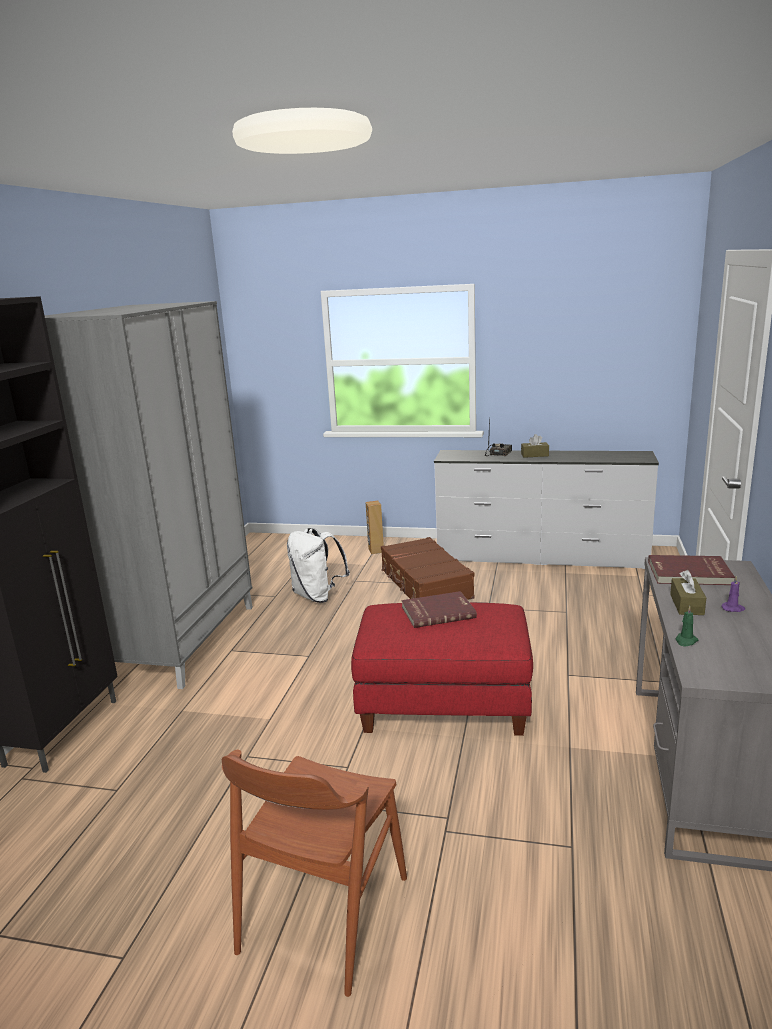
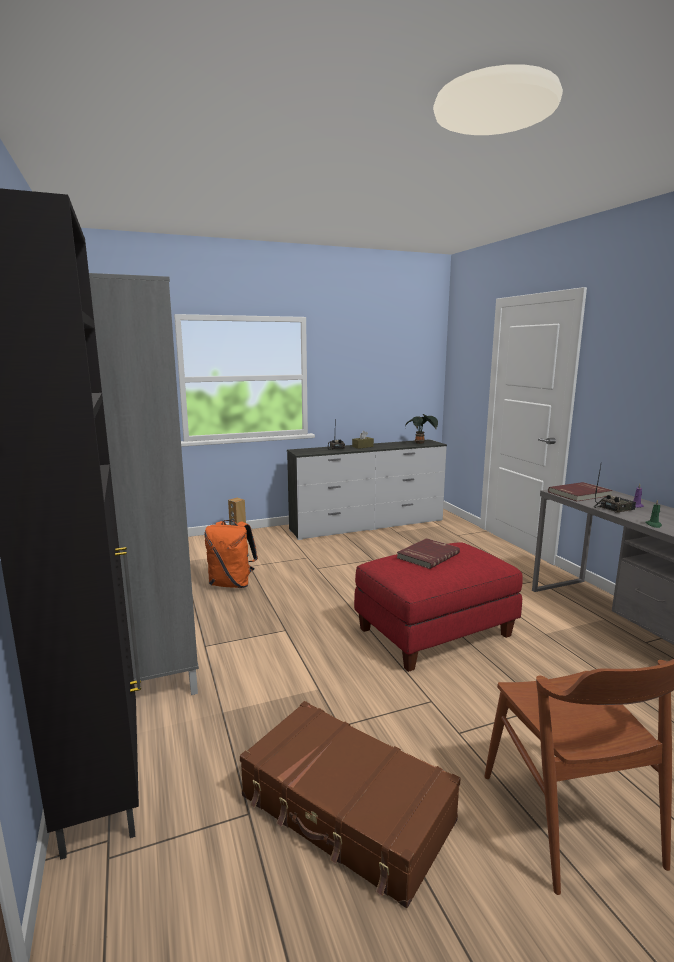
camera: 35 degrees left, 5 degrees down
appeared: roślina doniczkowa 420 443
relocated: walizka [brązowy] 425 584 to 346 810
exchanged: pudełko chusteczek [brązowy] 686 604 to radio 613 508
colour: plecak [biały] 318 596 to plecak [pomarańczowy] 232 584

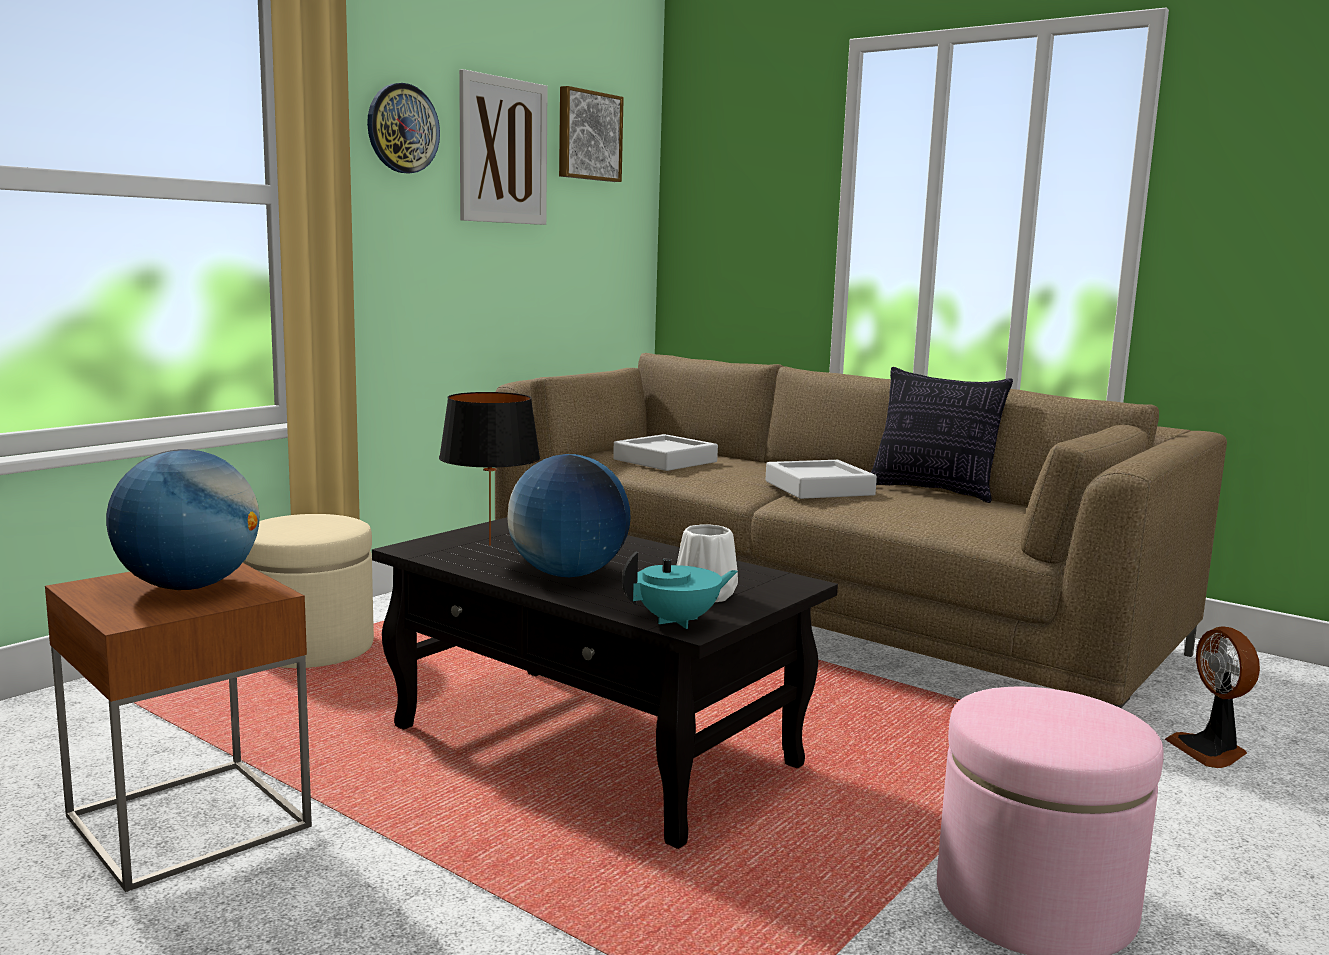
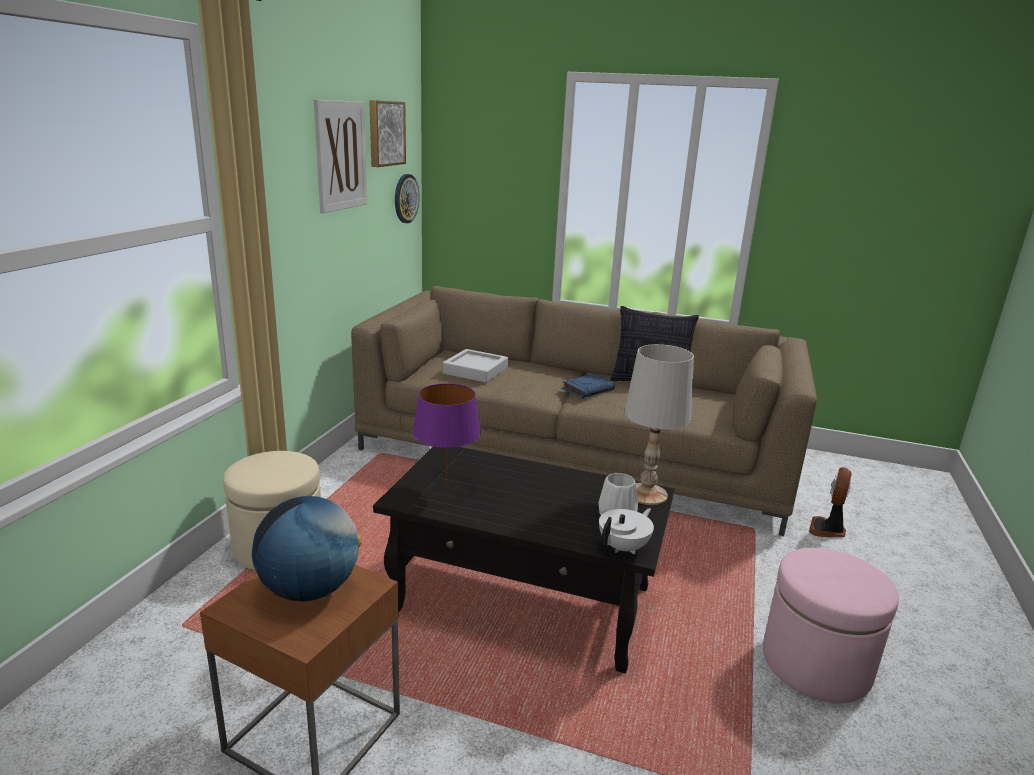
camera: 20 degrees left, 10 degrees up
missing: globus 568 574
appeared: lampa stołowa [biały] 647 494
relocated: zegar ścienny 402 128 to 405 198
exchanged: taca [szary] 819 488 to książka [niebieski] 588 389
colour: lampa stołowa [czarny] 490 545 to lampa stołowa [fioletowy] 447 486; imbryk [turkusowy] 678 621 to imbryk [biały] 624 547
spun: wentylator 1210 751 = 827 529 60 degrees clockwise

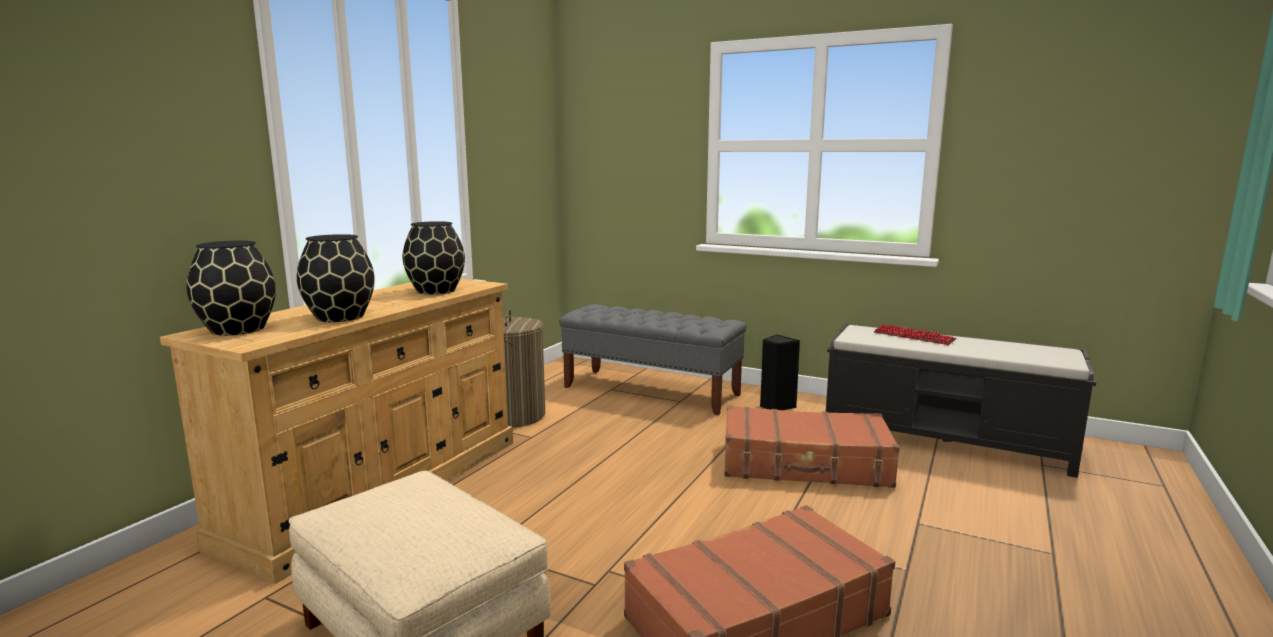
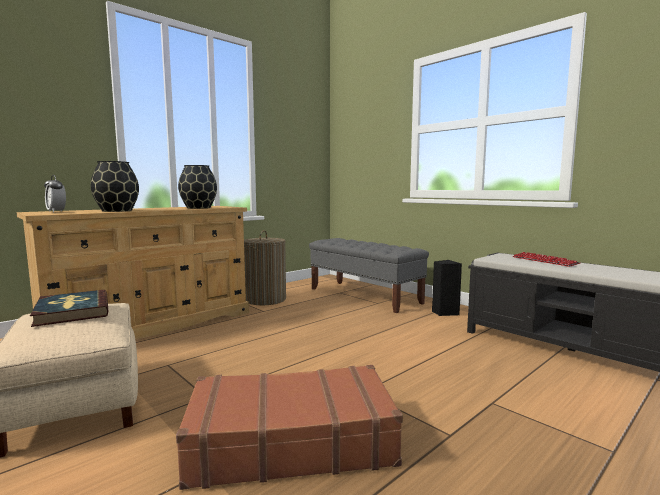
camera: 20 degrees right, 5 degrees down
missing: walizka [brązowy] 805 464
appeared: książka 72 311
exchanged: wazon [czarny] 239 329 to budzik 56 211

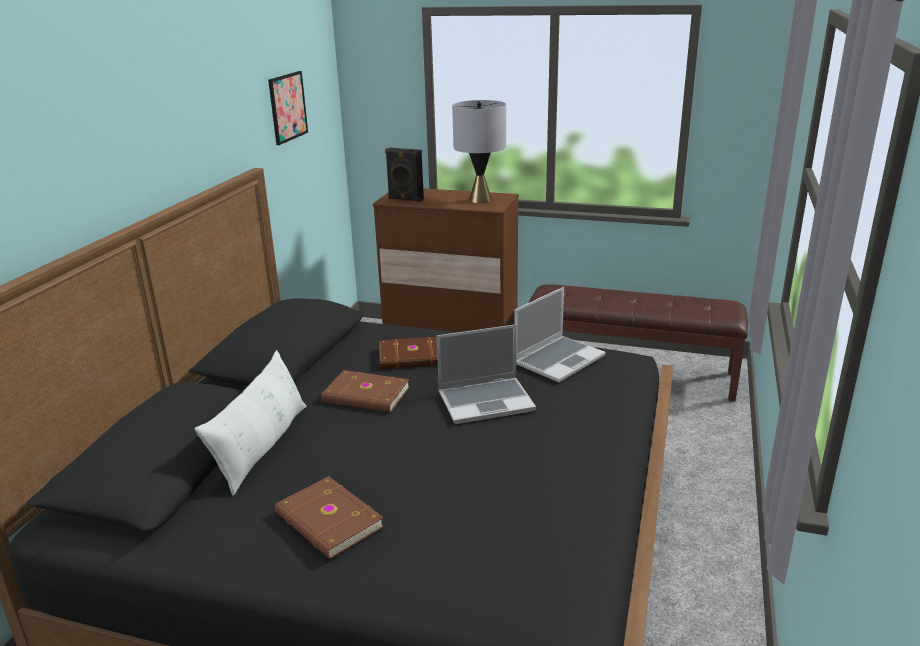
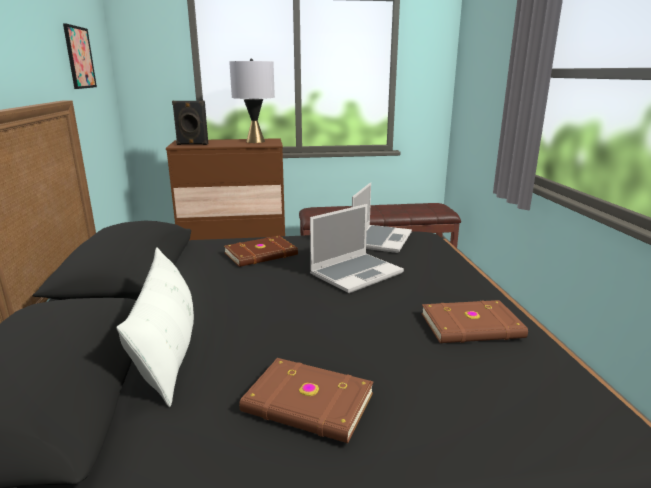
camera: 25 degrees left, 5 degrees down
relocated: książka [brązowy] 366 396 to 472 327

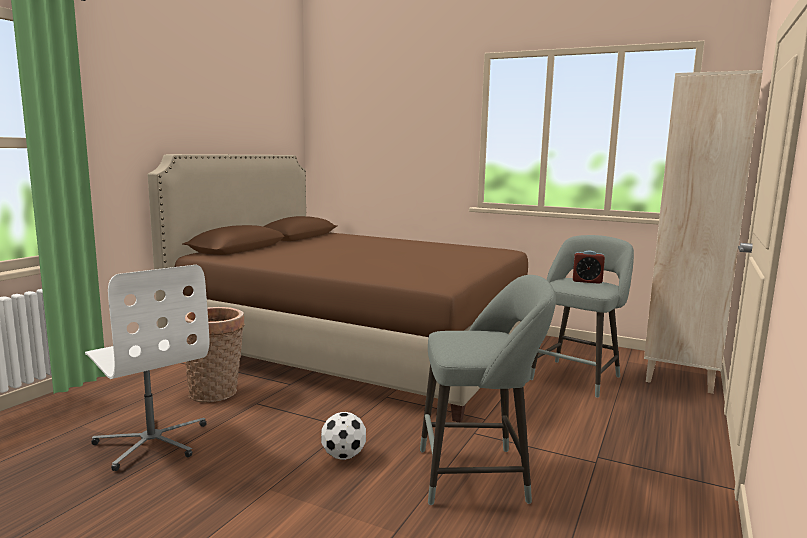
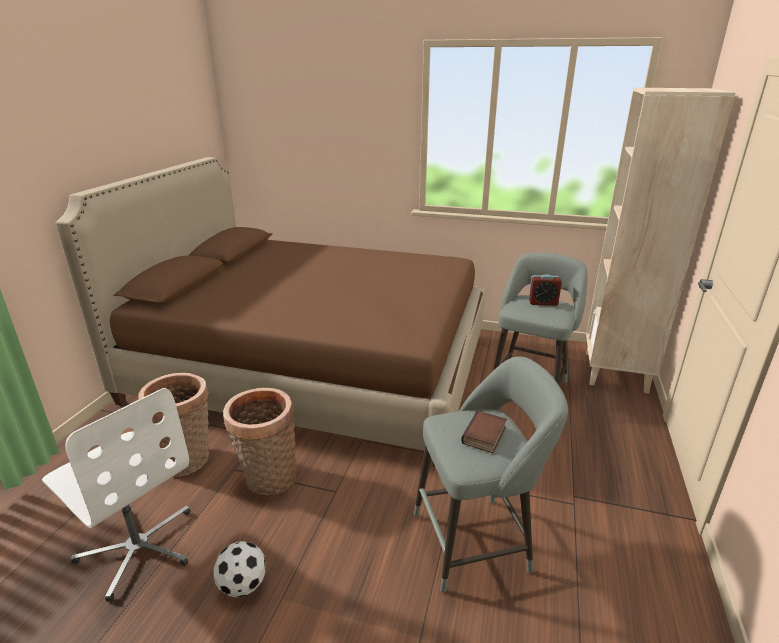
camera: 10 degrees left, 15 degrees up
appeared: koszyk 267 478; książka 485 436
relocated: piłka futbolowa 344 456 to 243 585

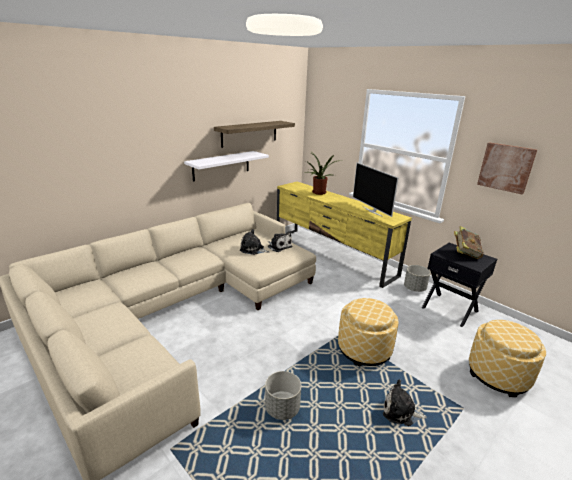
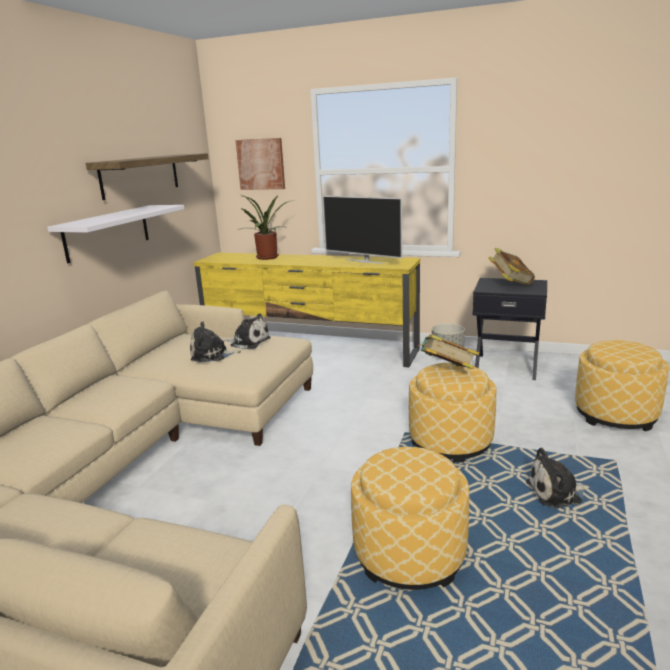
camera: 25 degrees left, 5 degrees down
appeared: książka 446 372
relocated: obraz 506 167 to 261 164
exchanged: donica [szary] 282 409 to pufa 409 554

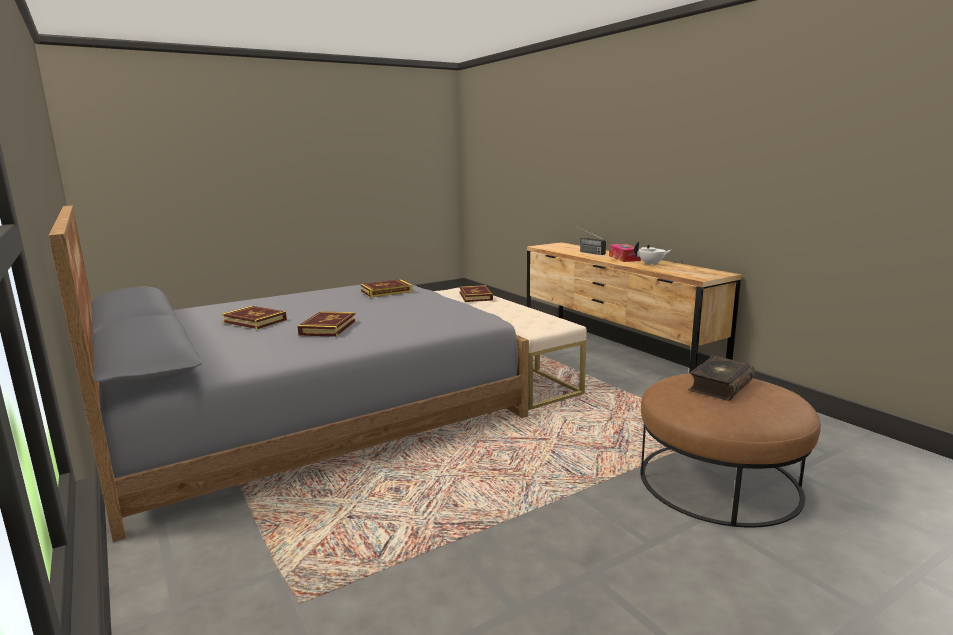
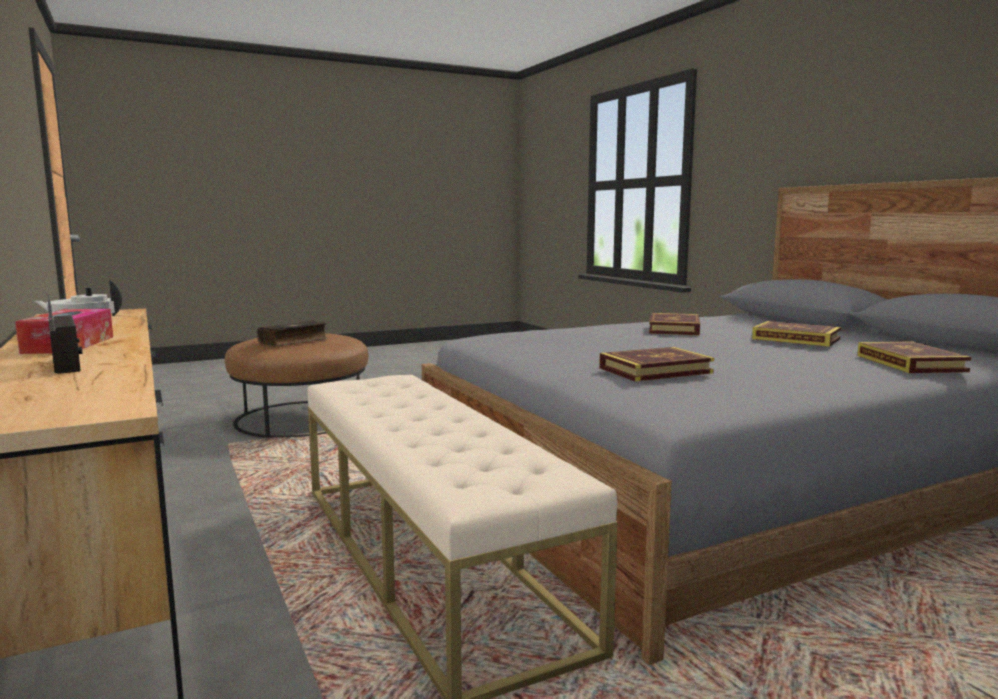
camera: 175 degrees left, 5 degrees down
relocated: książka 475 296 to 910 363

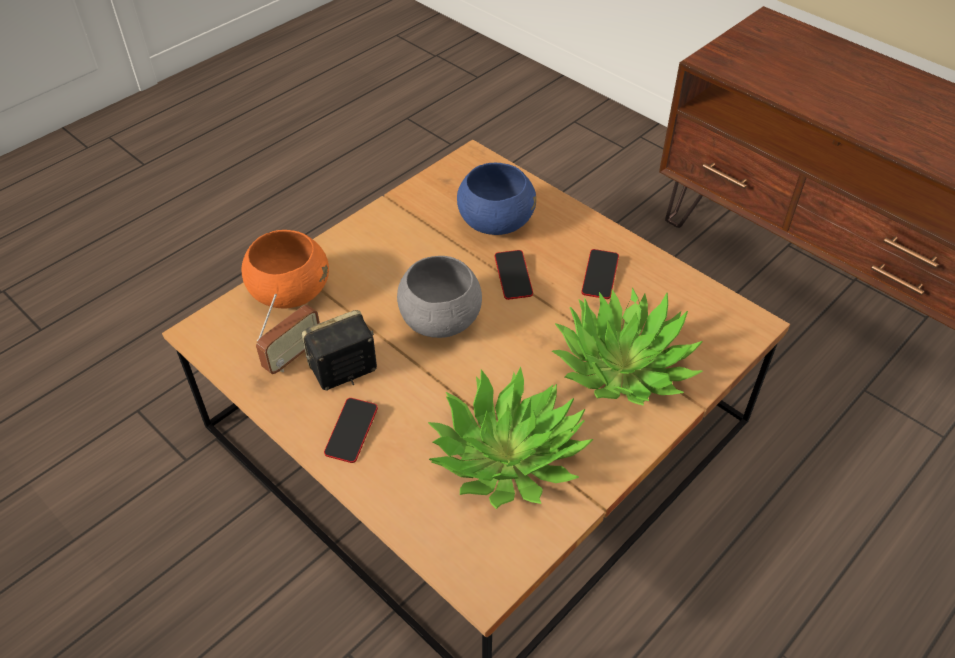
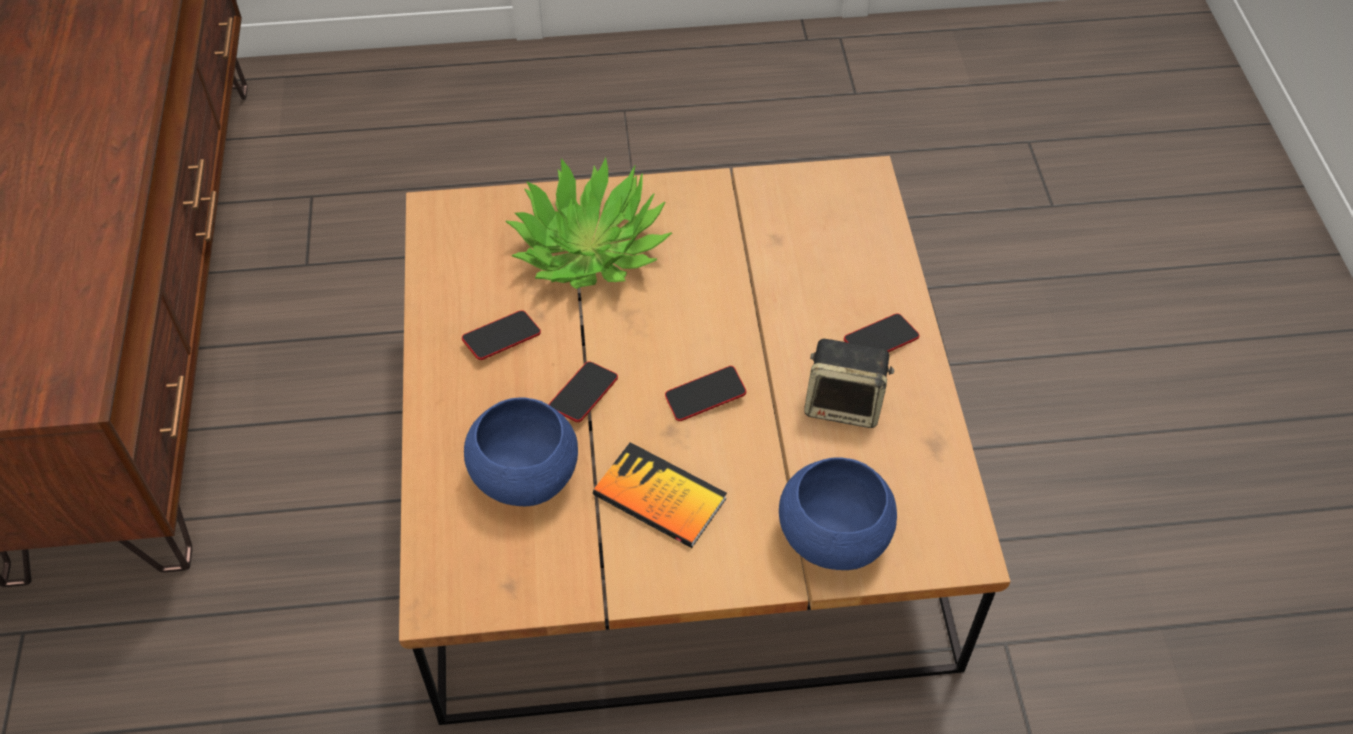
camera: 140 degrees left, 5 degrees up
missing: radio 293 356; roślina doniczkowa 507 455
appeared: książka 659 497
exchanged: miska [szary] 439 320 to telefon 705 397
colour: miska [pomarańczowy] 290 293 to miska [niebieski] 833 538

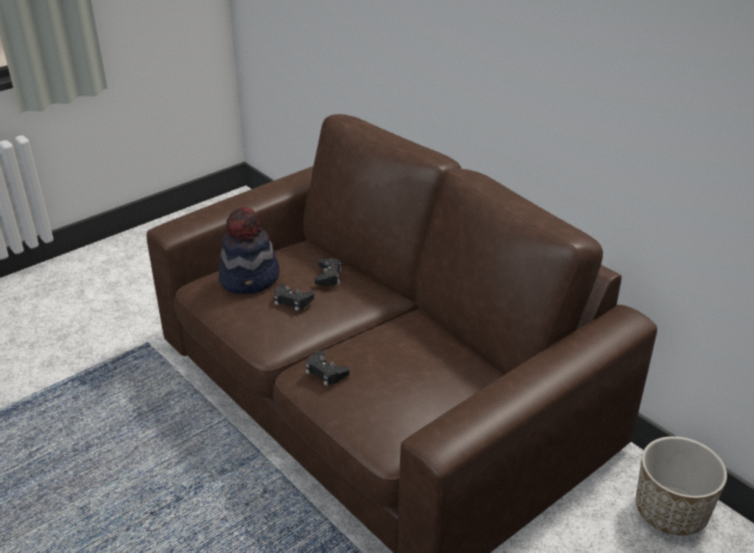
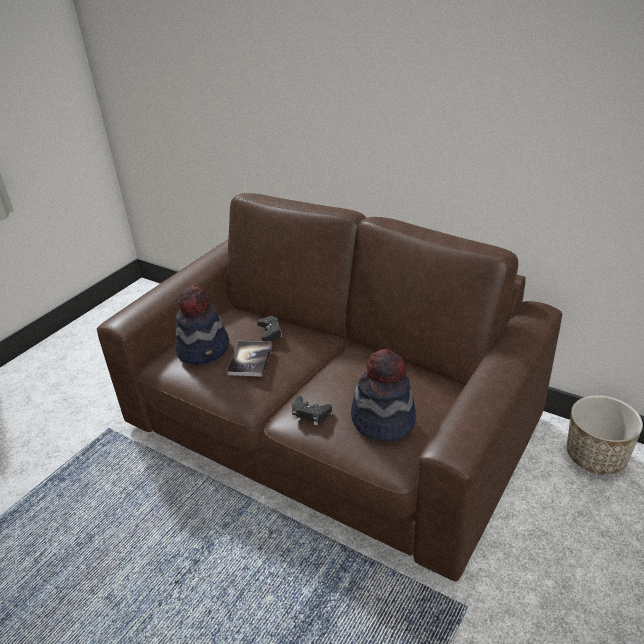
camera: 15 degrees left, 0 degrees up
appeared: kapelusz 383 420
exchanged: pad do gier [czarny] 292 300 to książka 250 359

